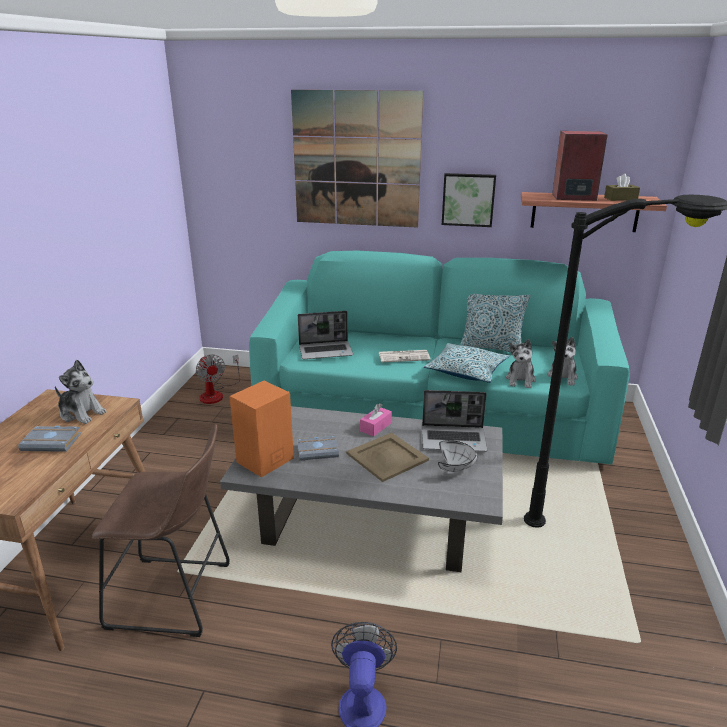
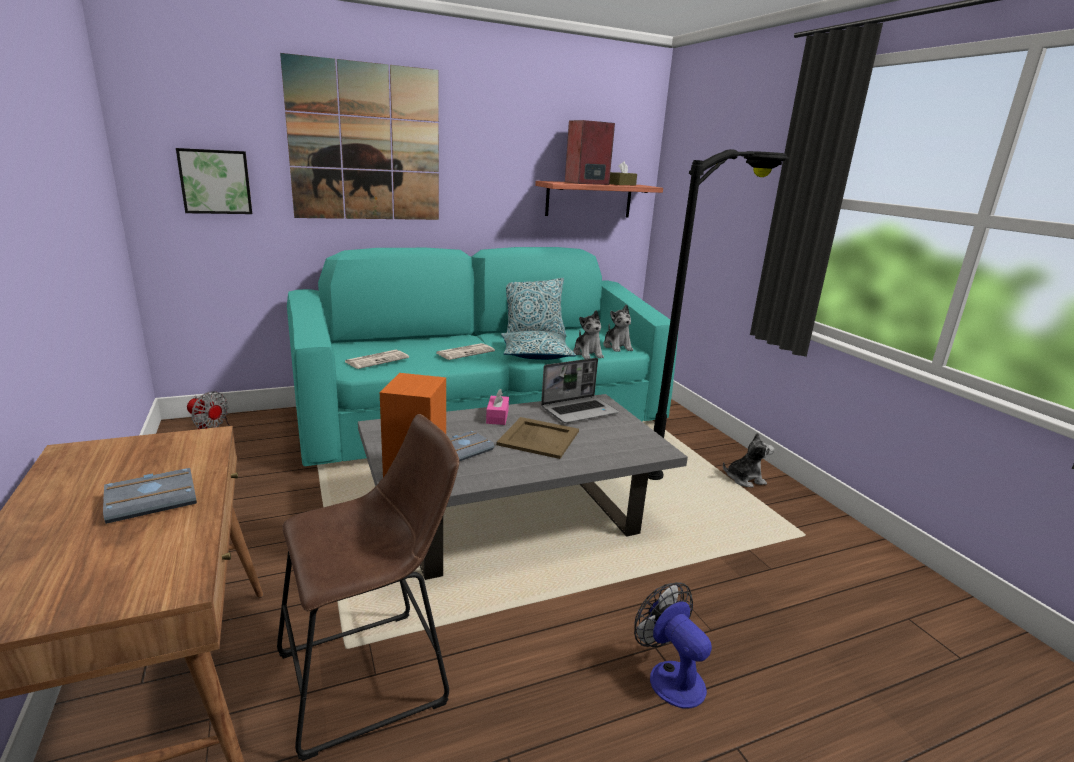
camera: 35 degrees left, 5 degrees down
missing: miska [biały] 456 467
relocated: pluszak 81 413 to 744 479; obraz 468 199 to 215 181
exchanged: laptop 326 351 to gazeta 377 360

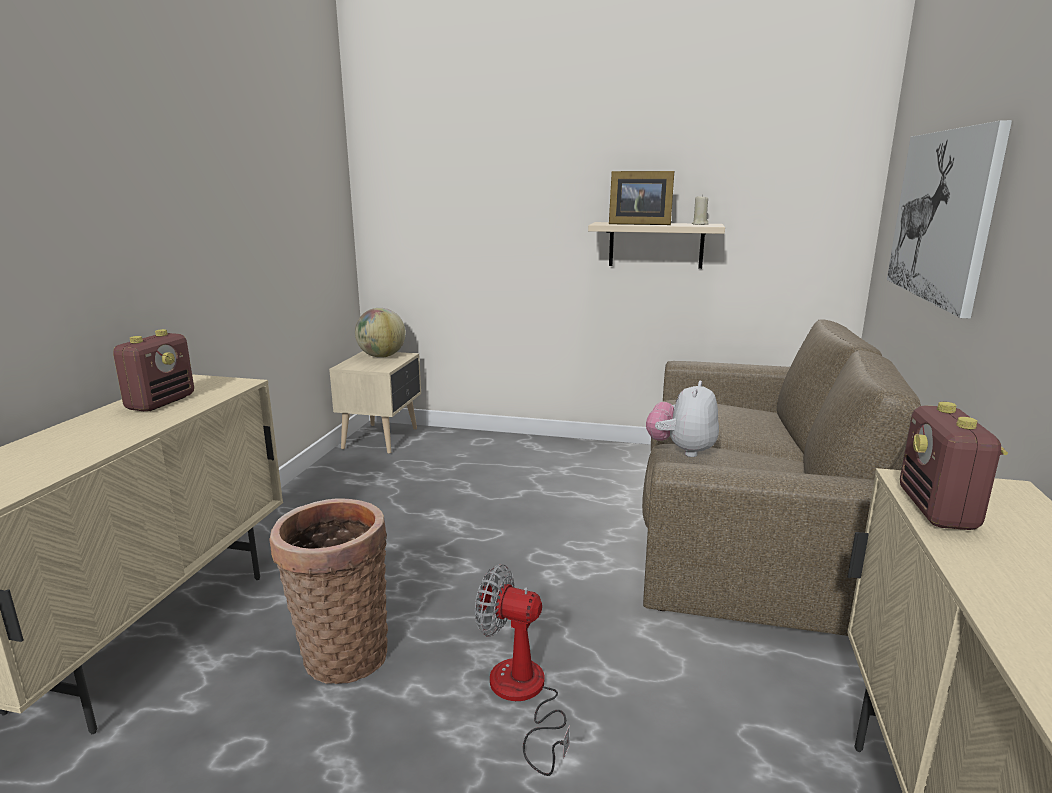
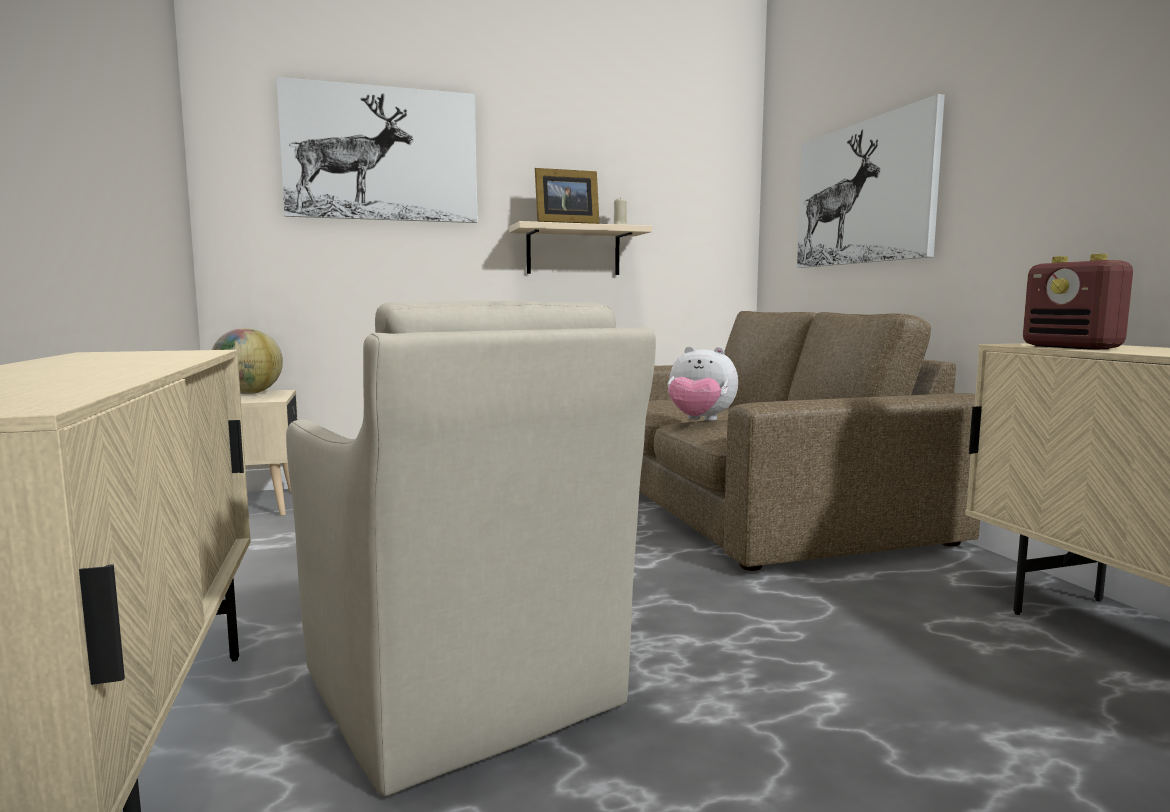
camera: 30 degrees left, 10 degrees down
missing: radio 161 402; wentylator 523 696
appeared: obraz 381 154
exchanged: koszyk 341 653 to fotel [beżowy] 463 693
spun: pluszak 682 450 = 699 421 60 degrees counterclockwise

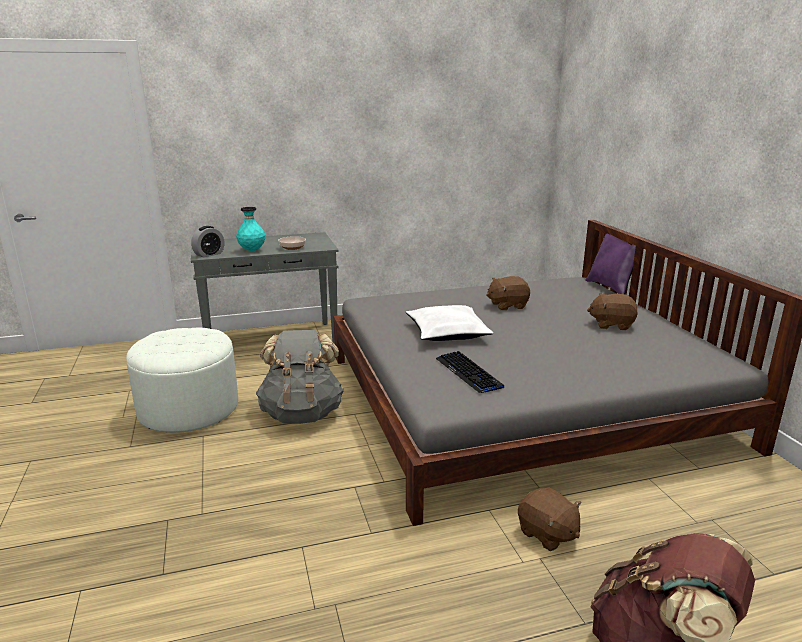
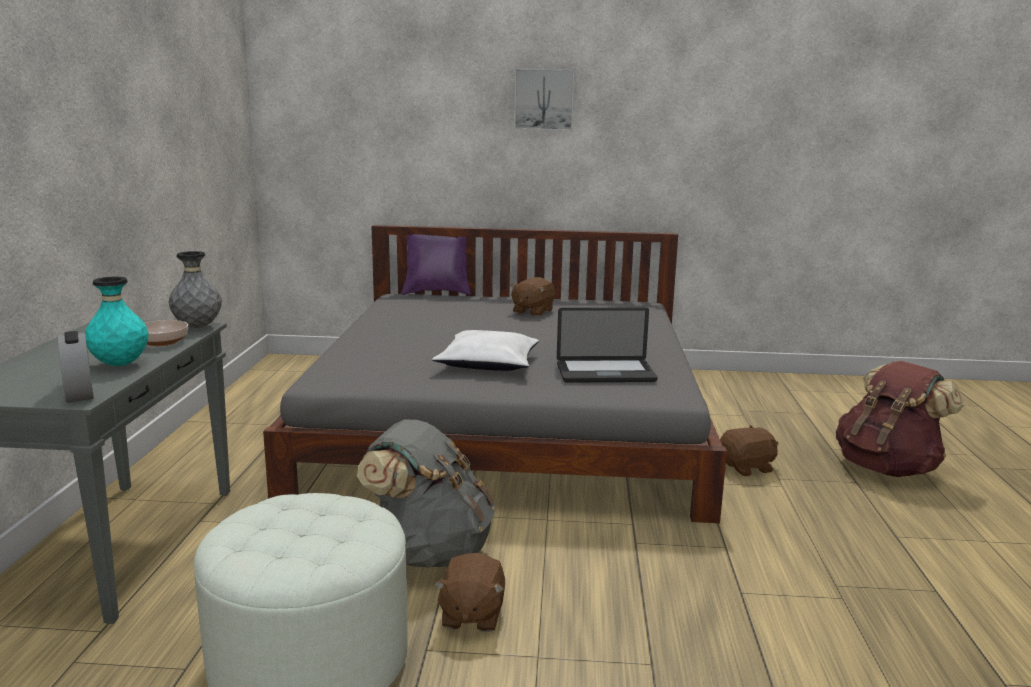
camera: 70 degrees left, 5 degrees down
appeared: wazon [szary] 198 327; obraz 544 99
relocated: pluszak [brązowy] 507 305 to 471 615
exchanged: klawiatura 468 373 to laptop 605 373

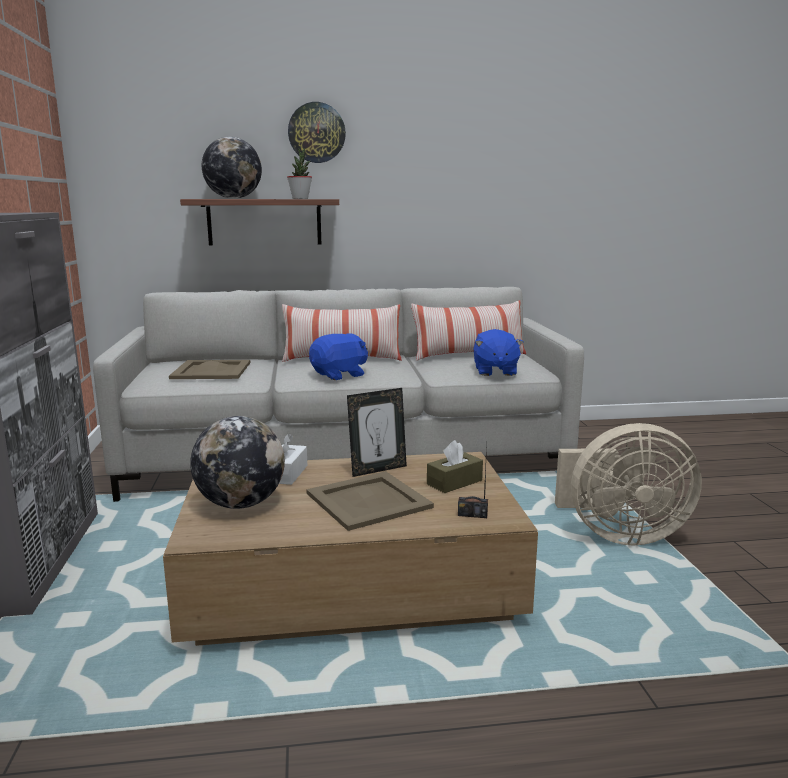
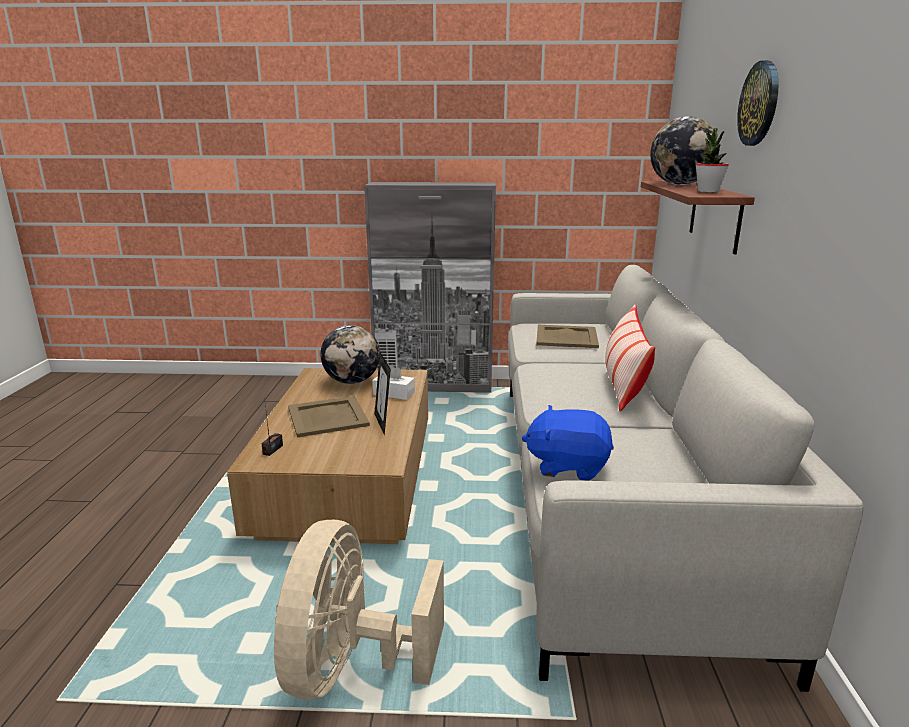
camera: 100 degrees right, 5 degrees up
missing: pluszak [niebieski] 340 375; poduszka 468 355; pudełko chusteczek [brązowy] 454 482

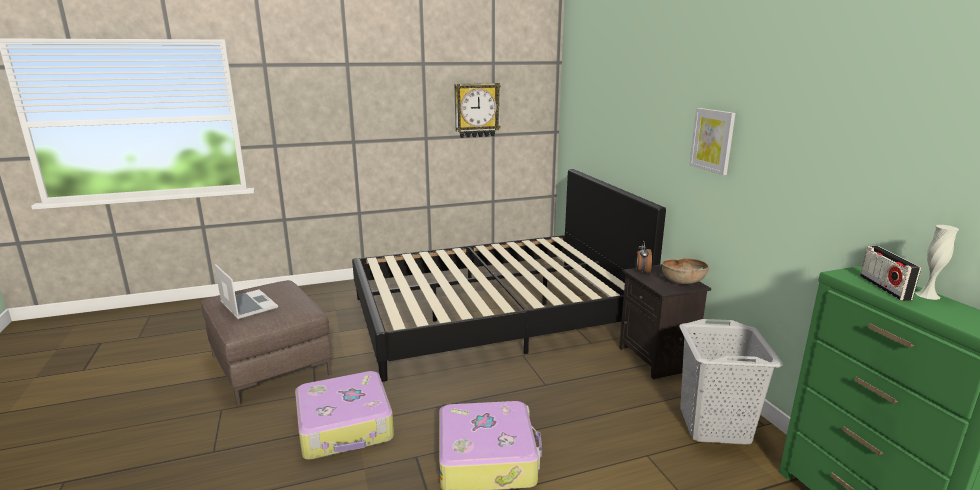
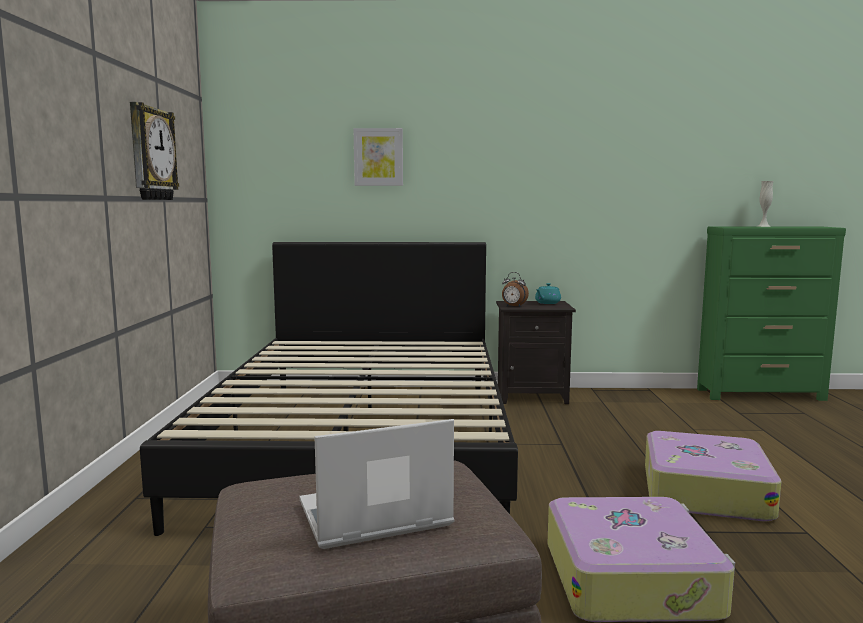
camera: 70 degrees left, 10 degrees down
missing: kosz na pranie [szary] 714 426; radio 884 288
relocated: obraz 712 140 to 378 157
exchanged: miska [brązowy] 683 282 to imbryk [turkusowy] 547 303

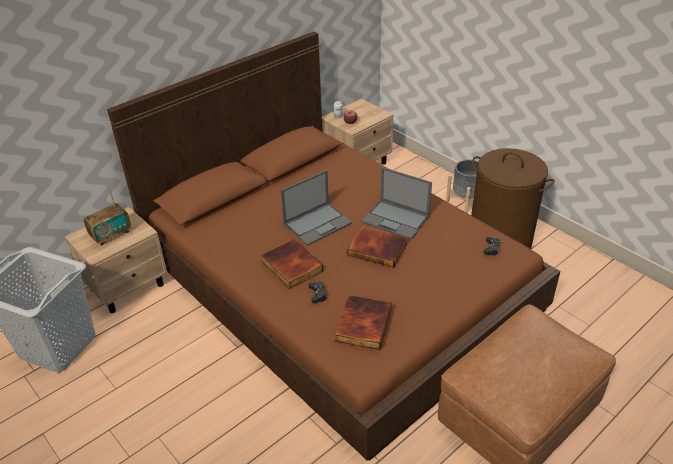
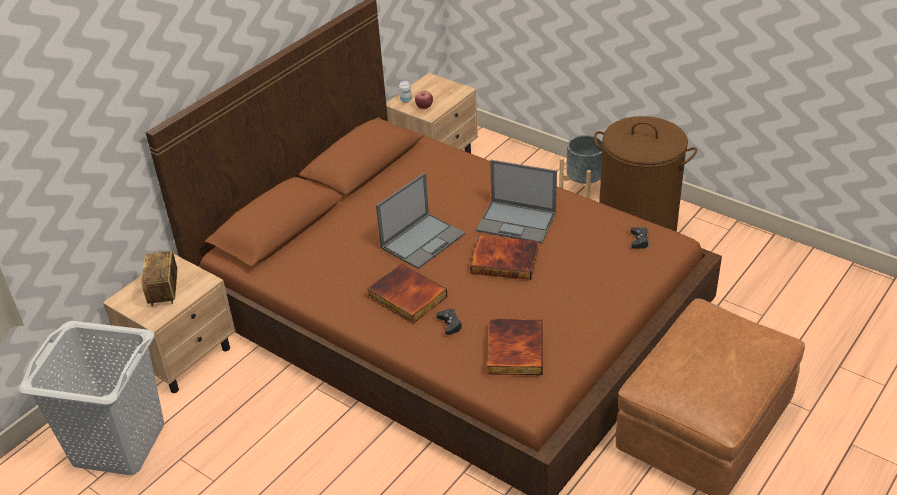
camera: 10 degrees left, 0 degrees up
spun: radio 111 235 = 164 292 135 degrees clockwise

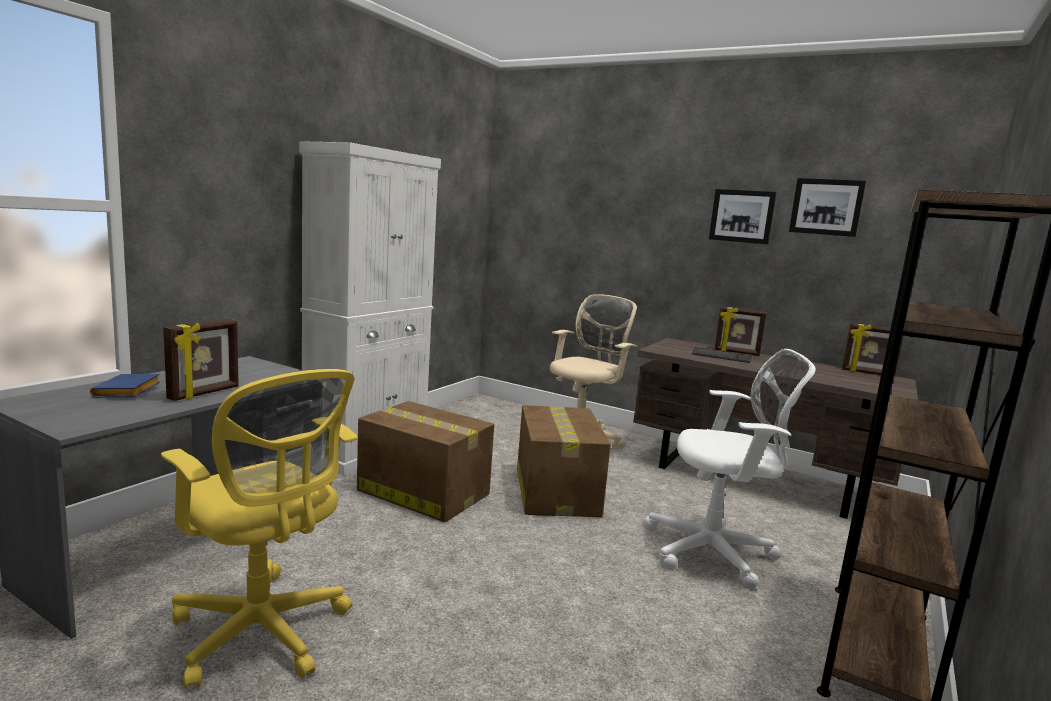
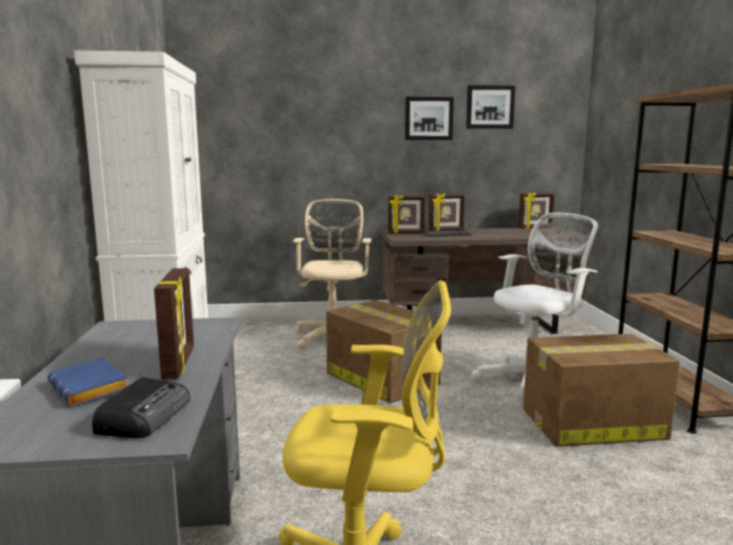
camera: 35 degrees left, 0 degrees up
appeared: radio 145 415; ramka na zdjęcie 406 233
relocated: karton 422 492 to 591 424

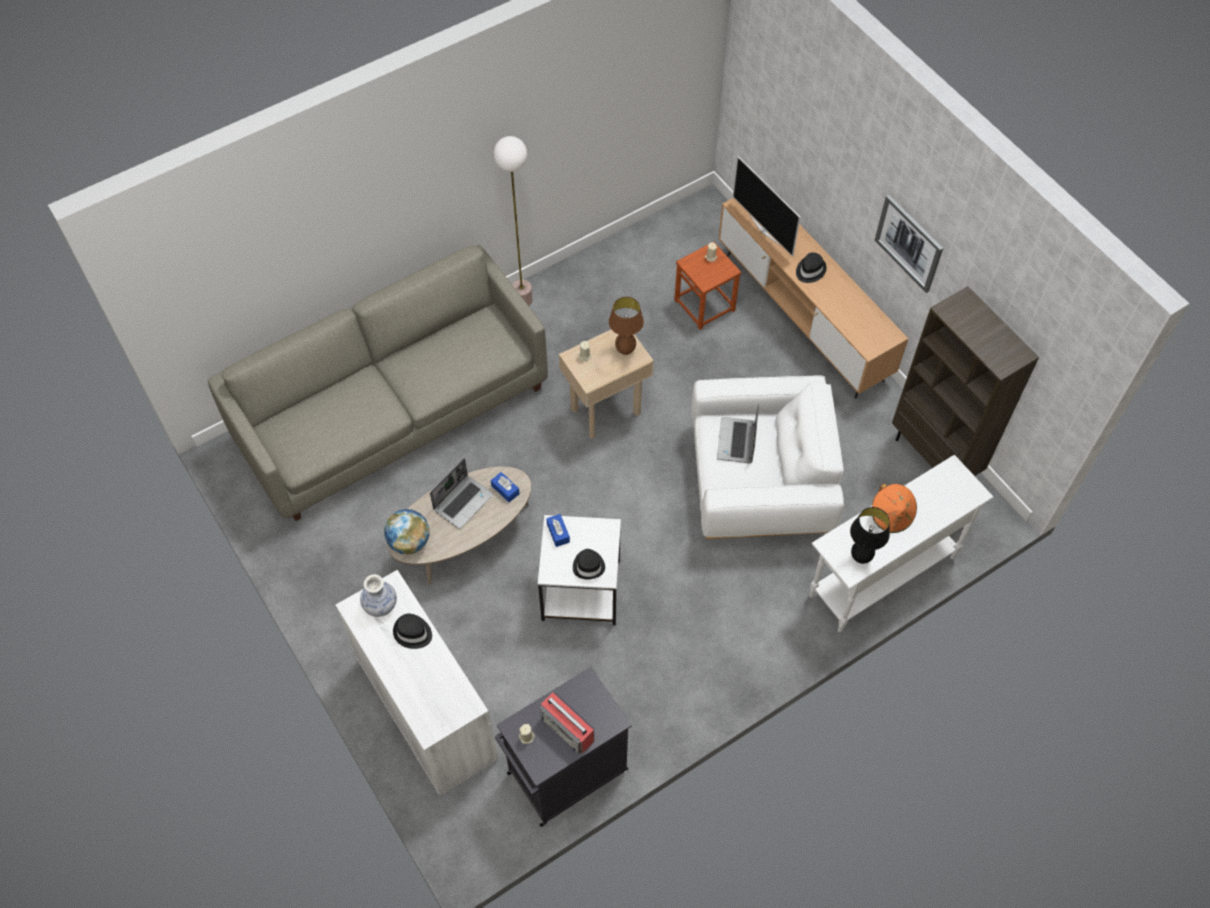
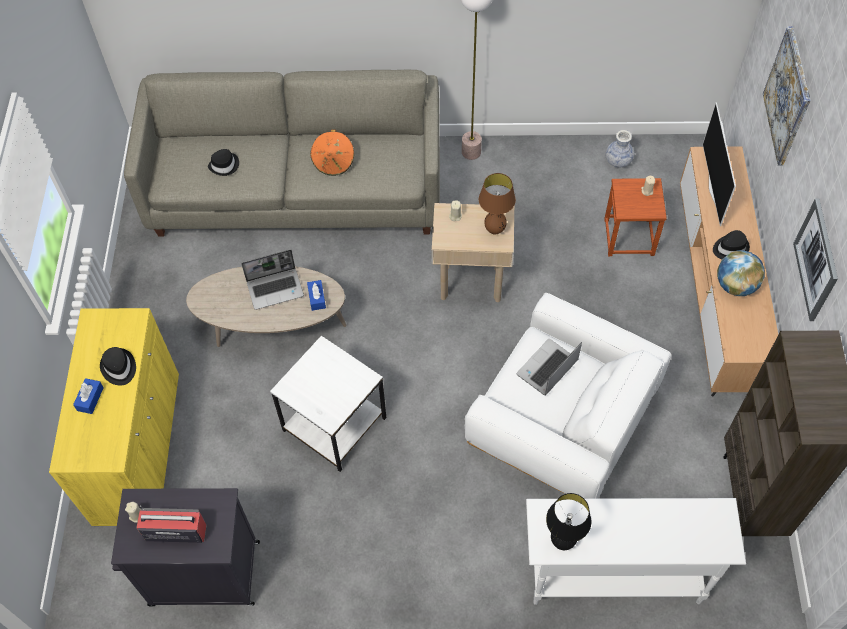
camera: 35 degrees right, 0 degrees up
appeared: obraz 788 96
relocated: wazon 380 604 to 618 160; globus 409 541 to 735 285; pudełko chusteczek [niebieski] 558 533 to 90 399; kapelusz [czarny] 589 566 to 224 165; kapelusz [pomarańczowy] 891 515 to 333 162
colour: szafka [biały] 427 709 to szafka [żółty] 138 448
spun: radio 568 729 = 175 531 105 degrees clockwise

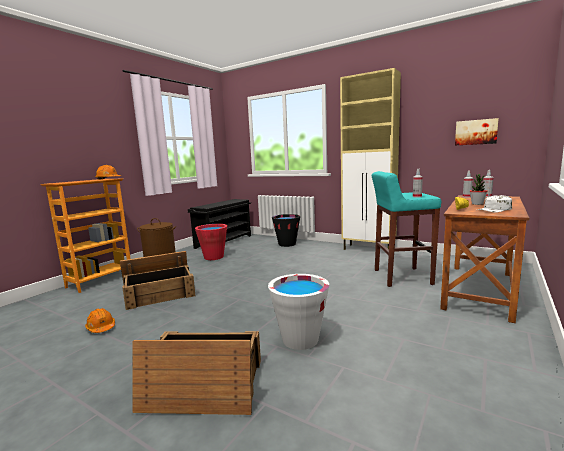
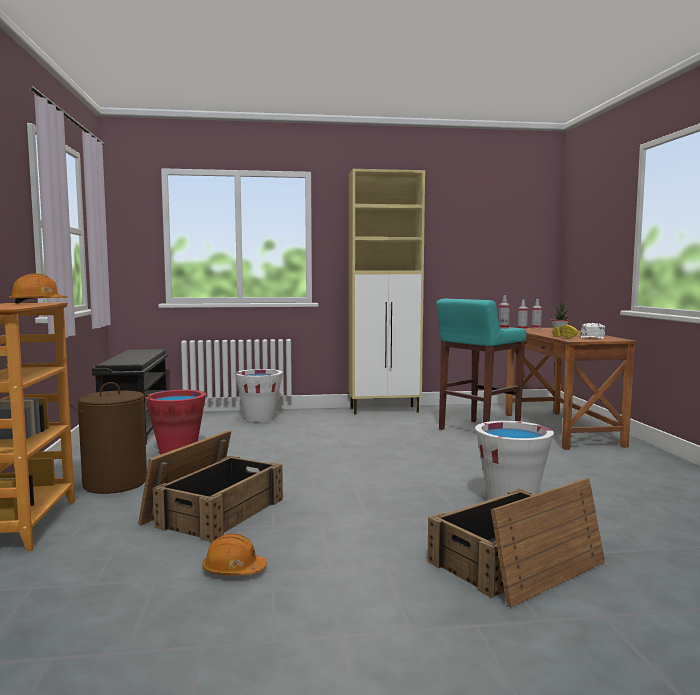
camera: 40 degrees left, 5 degrees down
missing: obraz 476 132
colour: wiadro [czarny] 287 244 to wiadro [biały] 259 418

